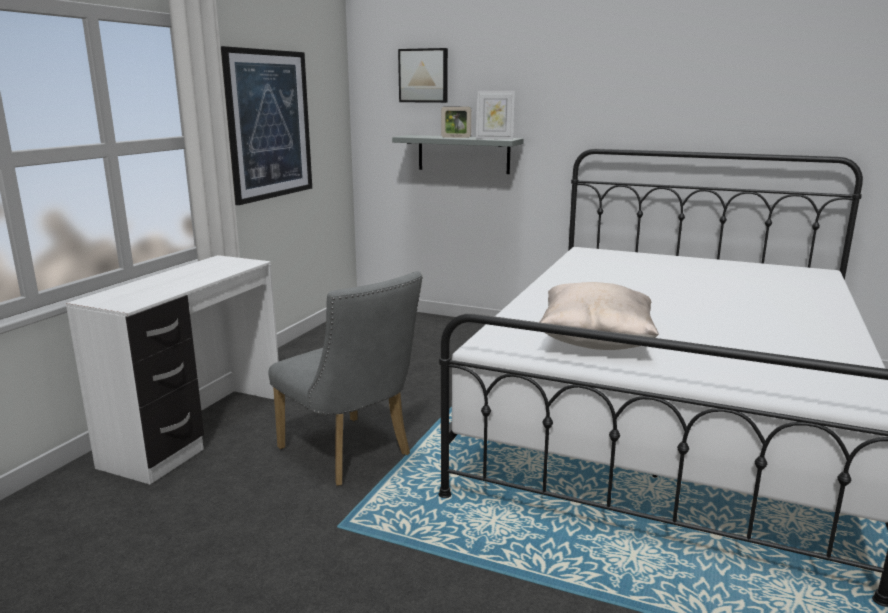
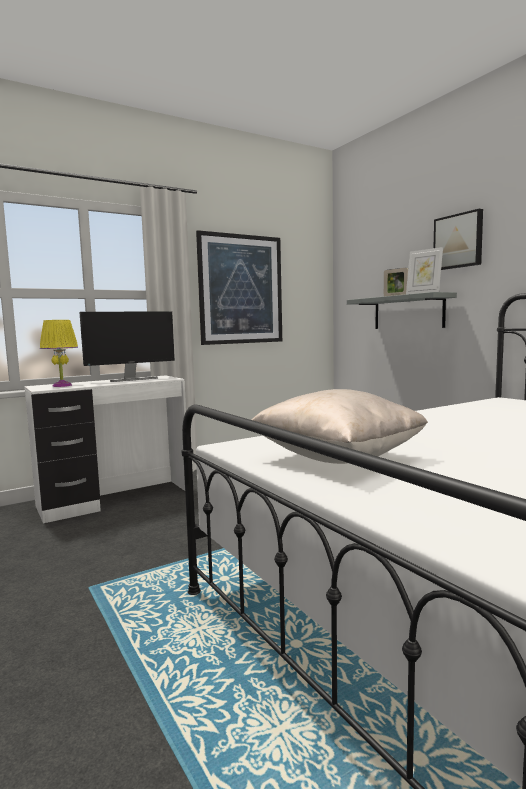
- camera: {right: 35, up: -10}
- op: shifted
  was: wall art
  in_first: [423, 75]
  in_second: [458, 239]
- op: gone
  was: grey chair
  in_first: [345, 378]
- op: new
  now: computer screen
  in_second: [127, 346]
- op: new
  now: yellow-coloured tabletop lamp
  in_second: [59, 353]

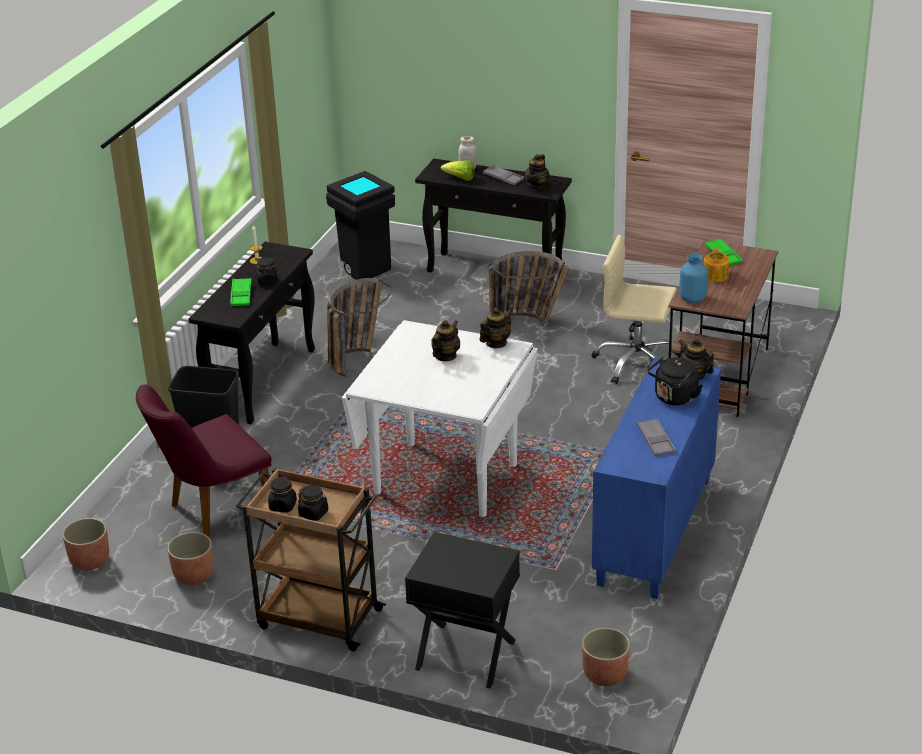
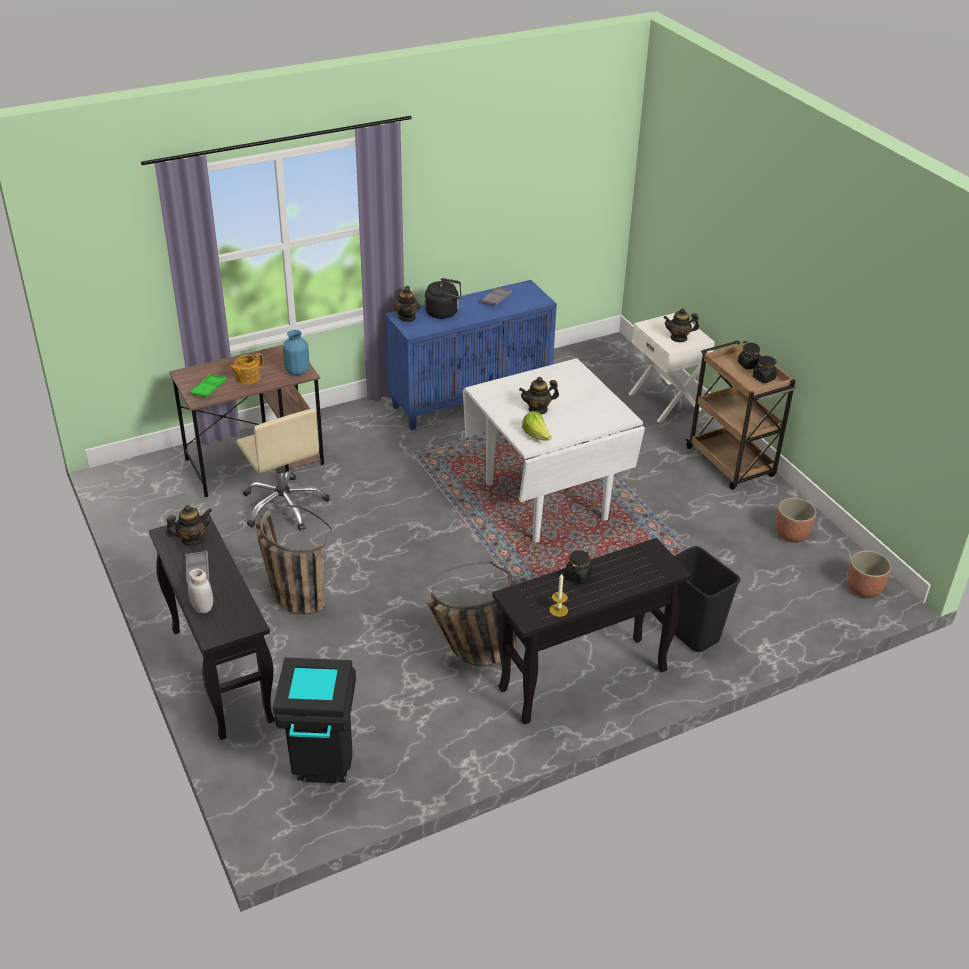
- camera: {right: -140, up: 5}
- op: shifted
  was: lettuce
  in_first: [458, 170]
  in_second: [536, 426]
- op: gone
  was: green carrying tray
  in_first: [241, 292]
- op: shifted
  was: tea pot
  in_first: [496, 327]
  in_second: [681, 325]
- op: gone
  was: purple-coloured chair
  in_first: [204, 461]
- op: repainted
  was: blackish night table
  now: white night table
  in_first: [462, 610]
  in_second: [672, 367]
- op: gone
  was: flower pot
  in_first: [606, 657]

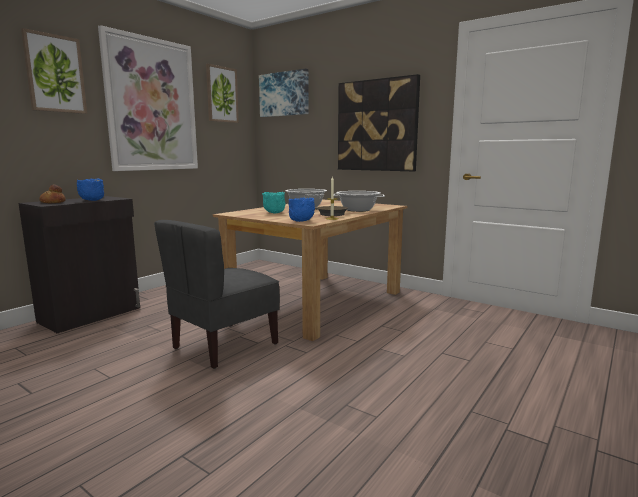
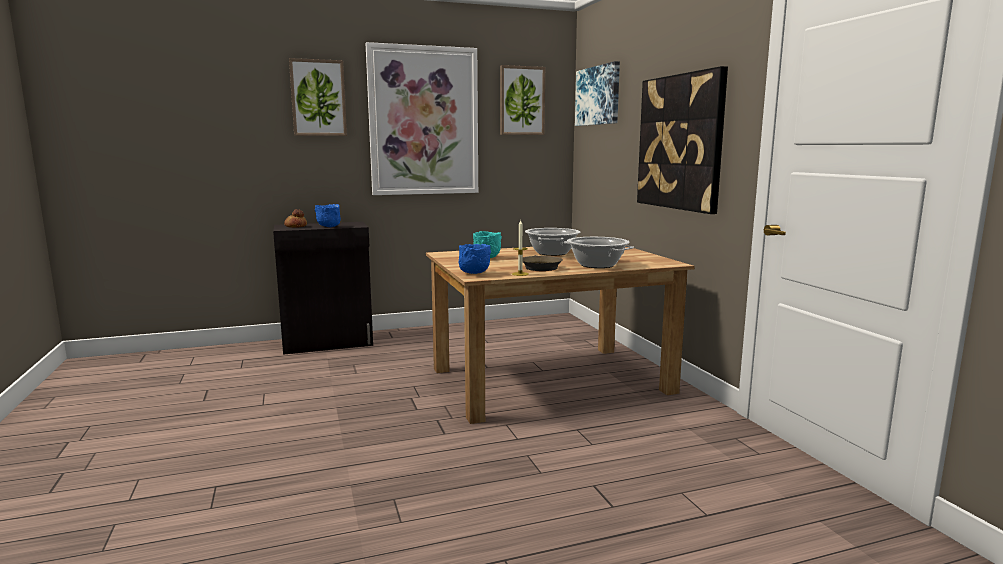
- camera: {right: 35, up: 0}
- op: gone
  was: grey chair
  in_first: [217, 294]

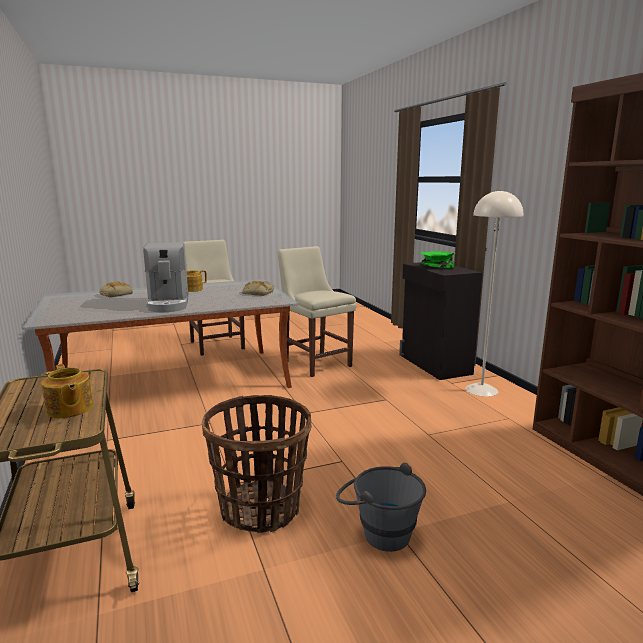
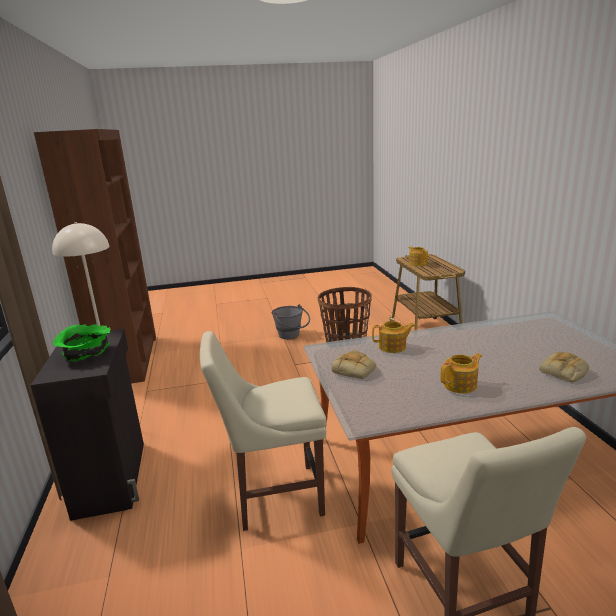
- camera: {right: -170, up: 5}
- op: gone
  was: coffee maker
  in_first: [165, 277]
- op: rotated
  was: sand-coloured chair
  in_first: [317, 311]
  in_second: [263, 431]
  clockwise: 105
- op: new
  now: tea pot
  in_second: [393, 337]

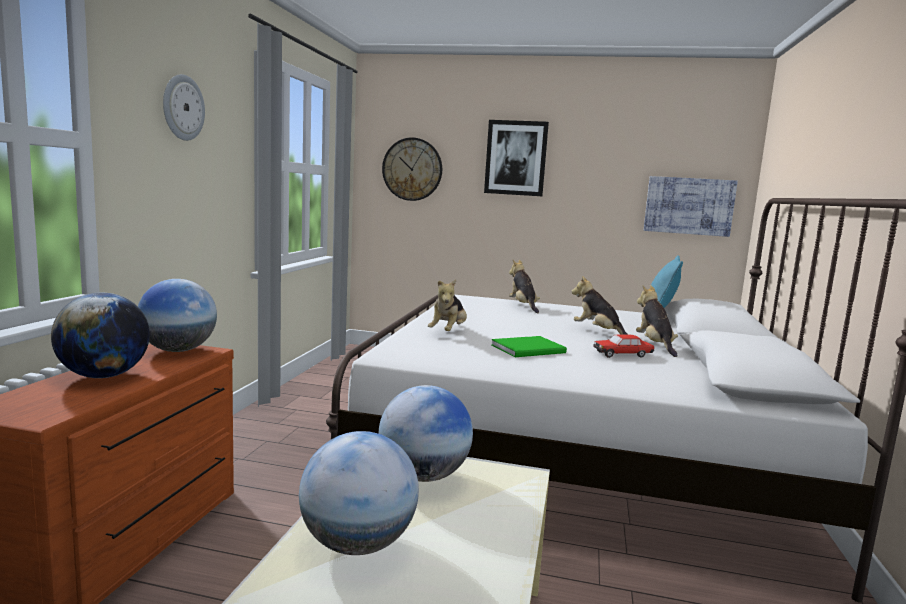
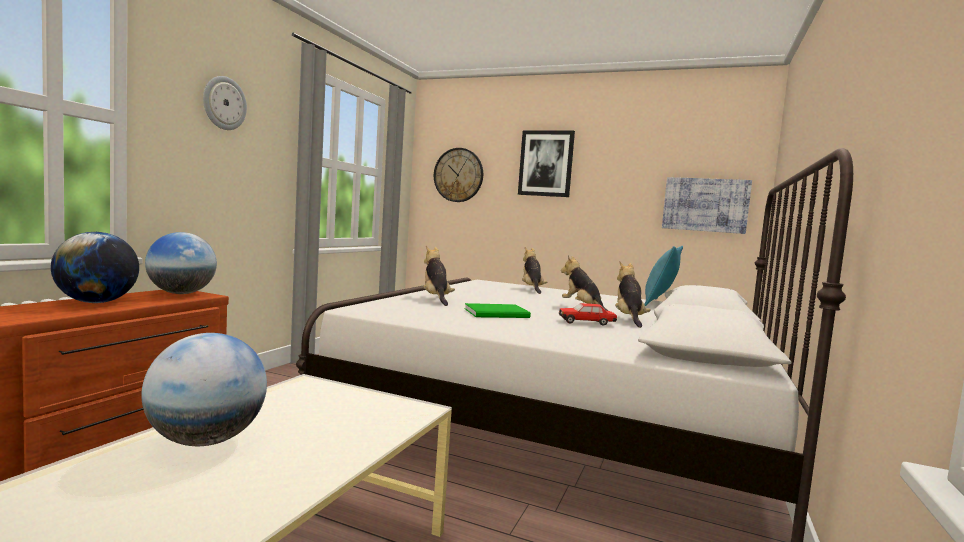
- camera: {right: 10, up: -5}
- op: rotated
  was: plush toy
  in_first: [447, 305]
  in_second: [439, 276]
  clockwise: 135
- op: gone
  was: world globe
  in_first: [426, 433]

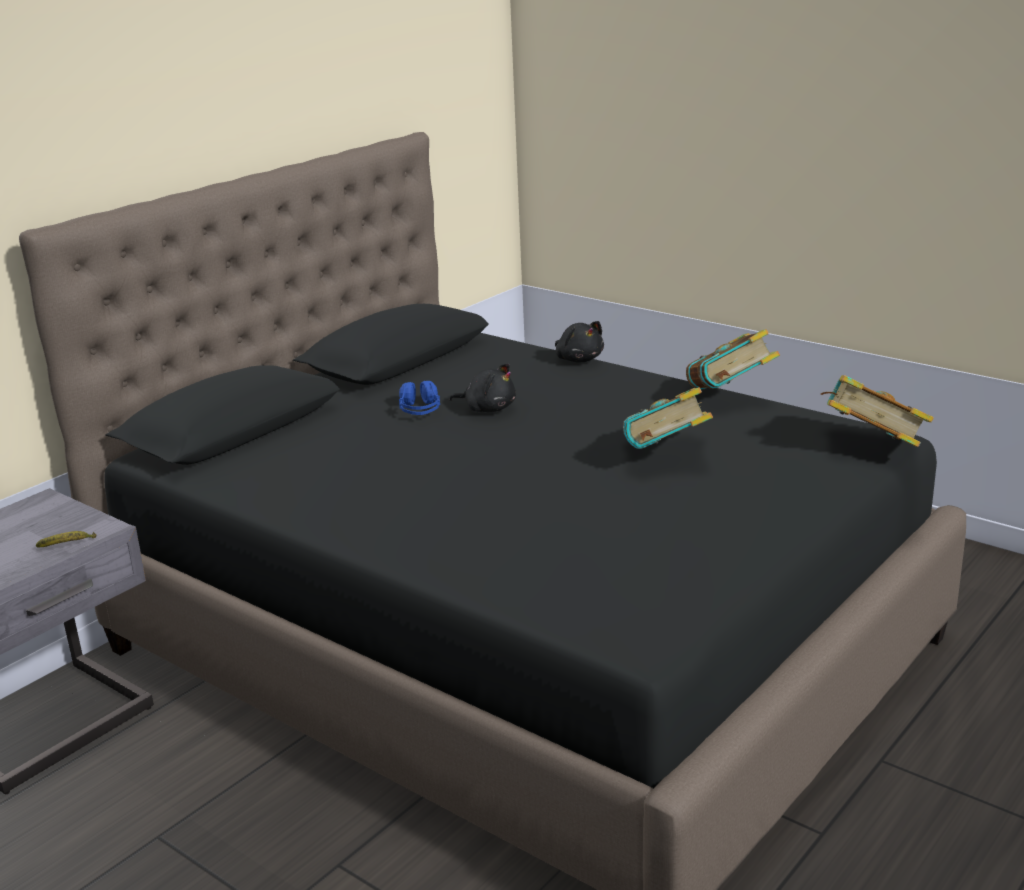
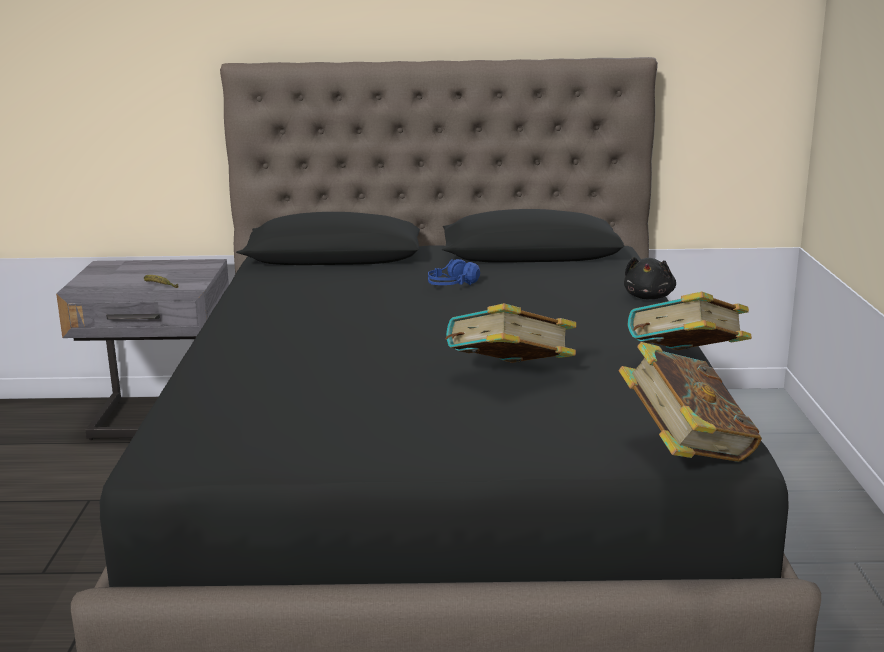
- camera: {right: 50, up: -5}
- op: gone
  was: blackish plush toy
  in_first: [482, 387]

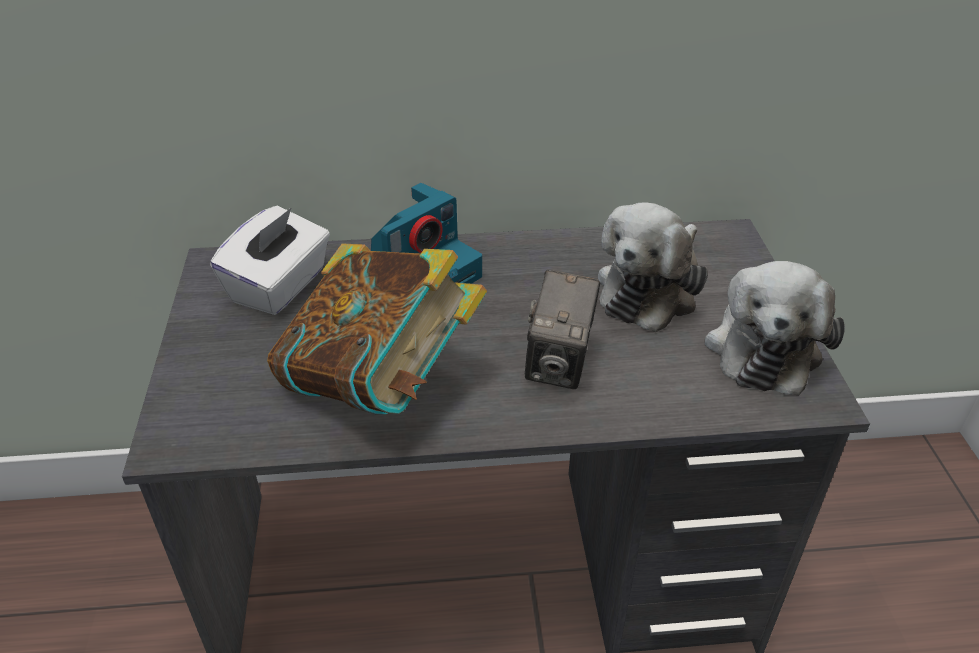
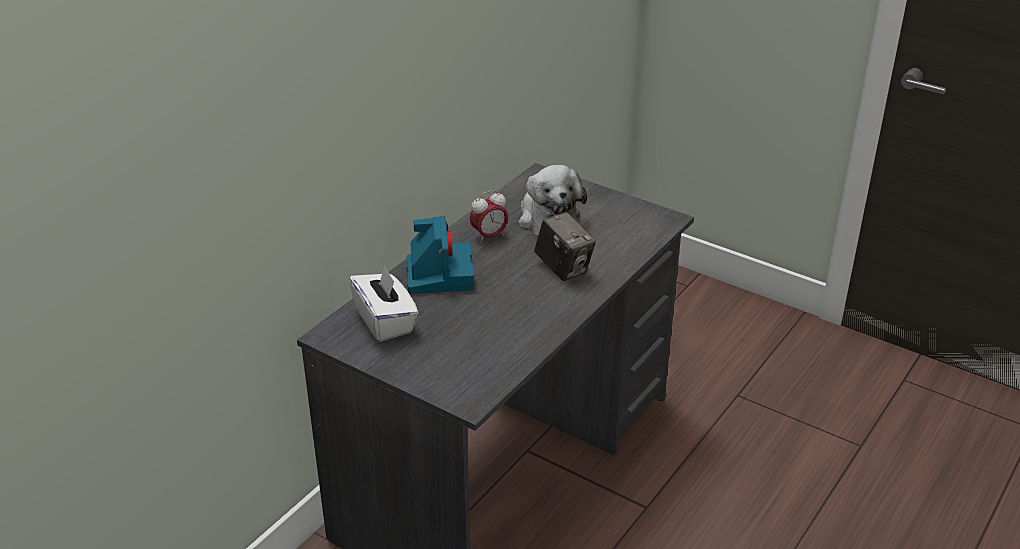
- camera: {right: -50, up: -5}
- op: gone
  was: book
  in_first: [377, 329]
- op: gone
  was: plush toy
  in_first: [774, 328]
- op: new
  now: table clock
  in_second: [489, 216]

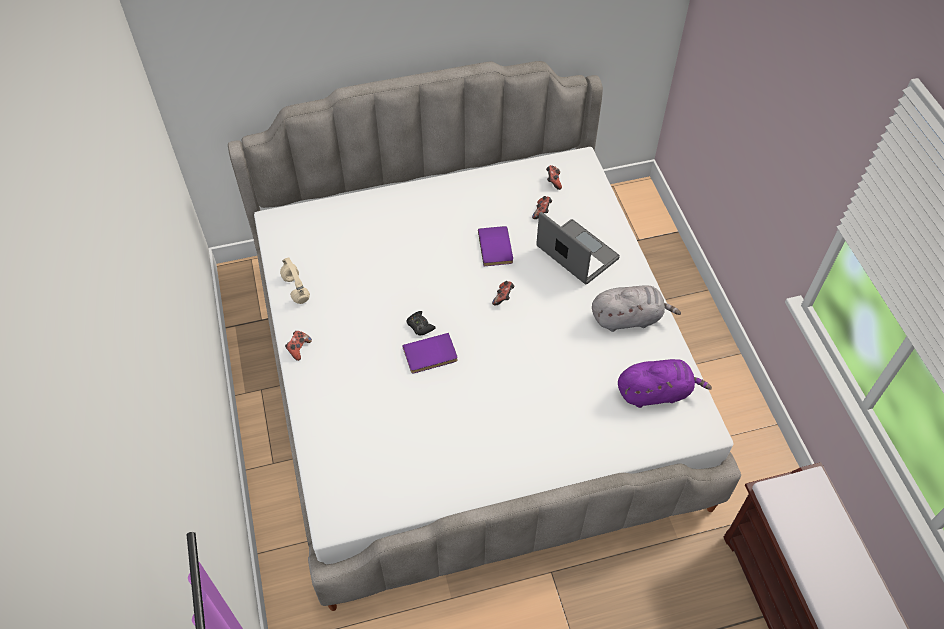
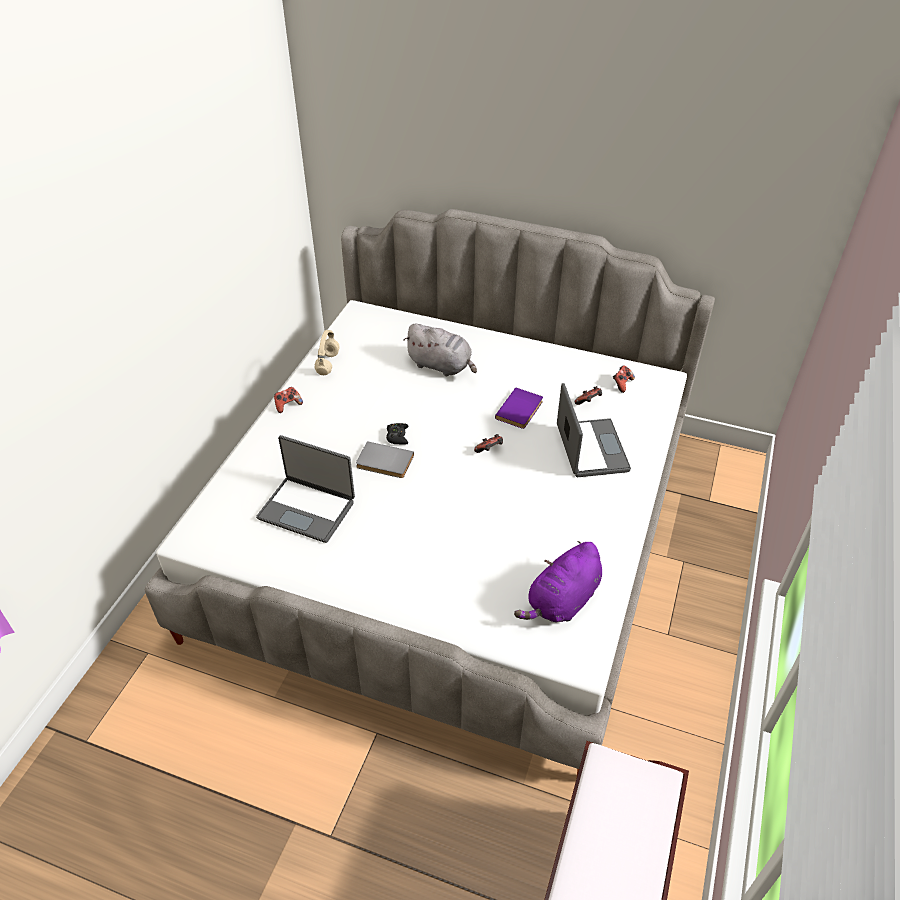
- camera: {right: 35, up: -10}
- op: shifted
  was: grey plush toy
  in_first: [636, 308]
  in_second: [440, 349]
- op: repainted
  was: purple-coloured book
  now: grey book
  in_first: [430, 353]
  in_second: [385, 459]
- op: rotated
  was: purple-coloured plush toy
  in_first: [665, 383]
  in_second: [558, 581]
  clockwise: 105
- op: new
  now: portable computer
  in_second: [305, 489]

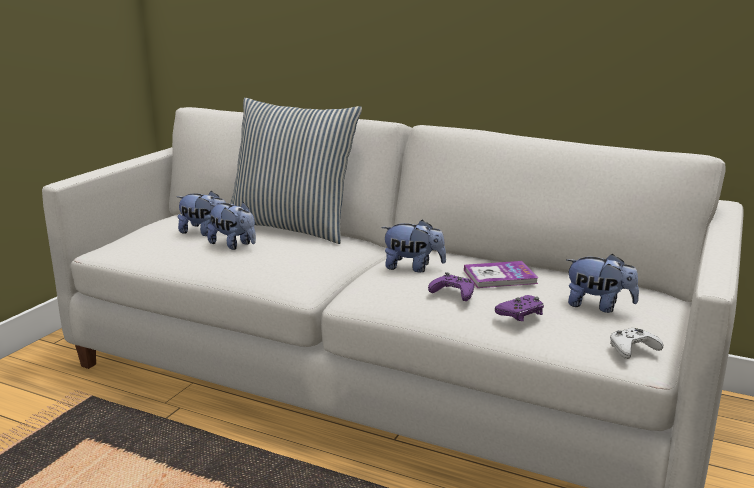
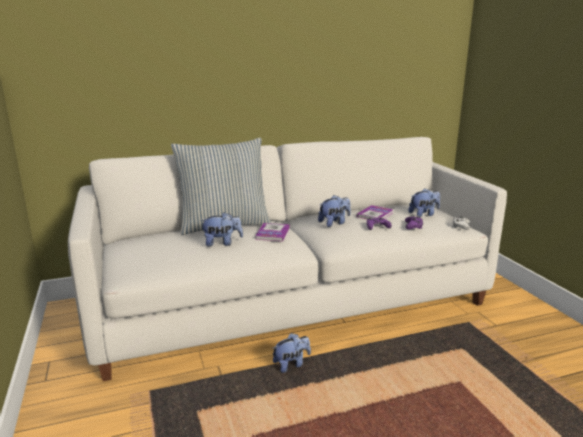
- camera: {right: -45, up: 0}
- op: shifted
  was: plush toy
  in_first: [201, 213]
  in_second: [292, 353]
- op: new
  now: book
  in_second: [272, 232]

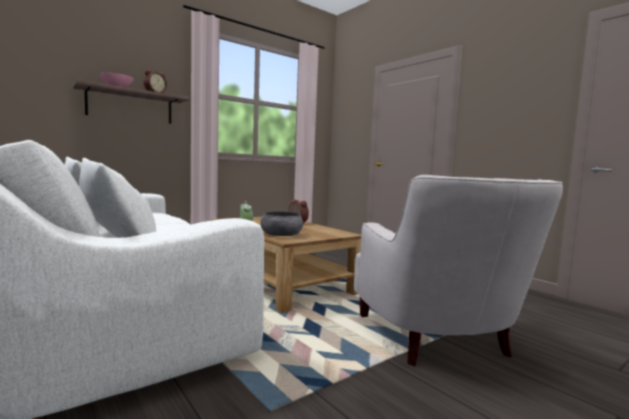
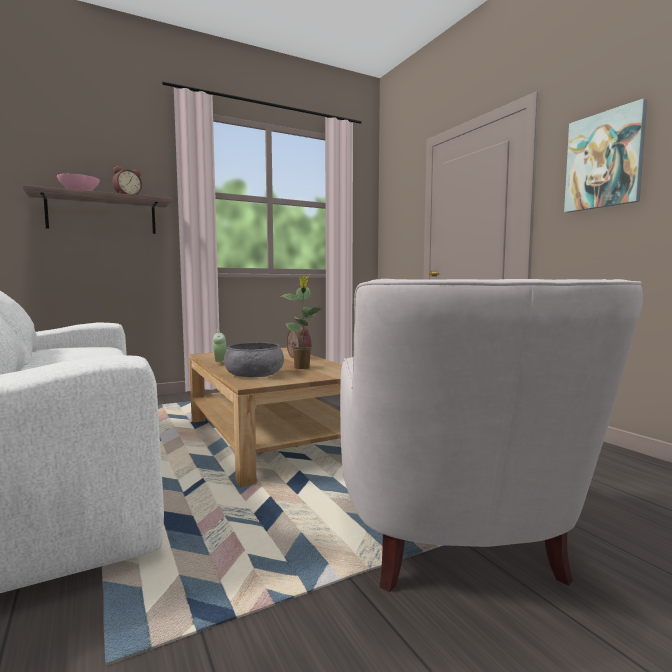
- camera: {right: 10, up: 0}
- op: new
  now: wall art
  in_second: [605, 155]
- op: new
  now: houseplant
  in_second: [301, 322]

